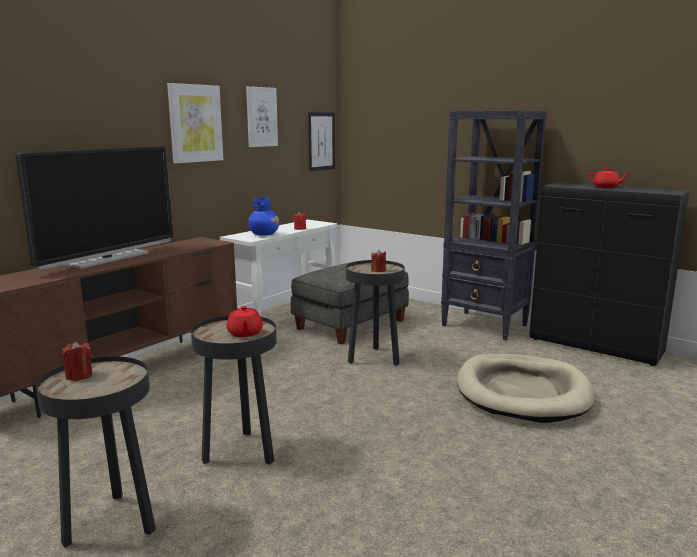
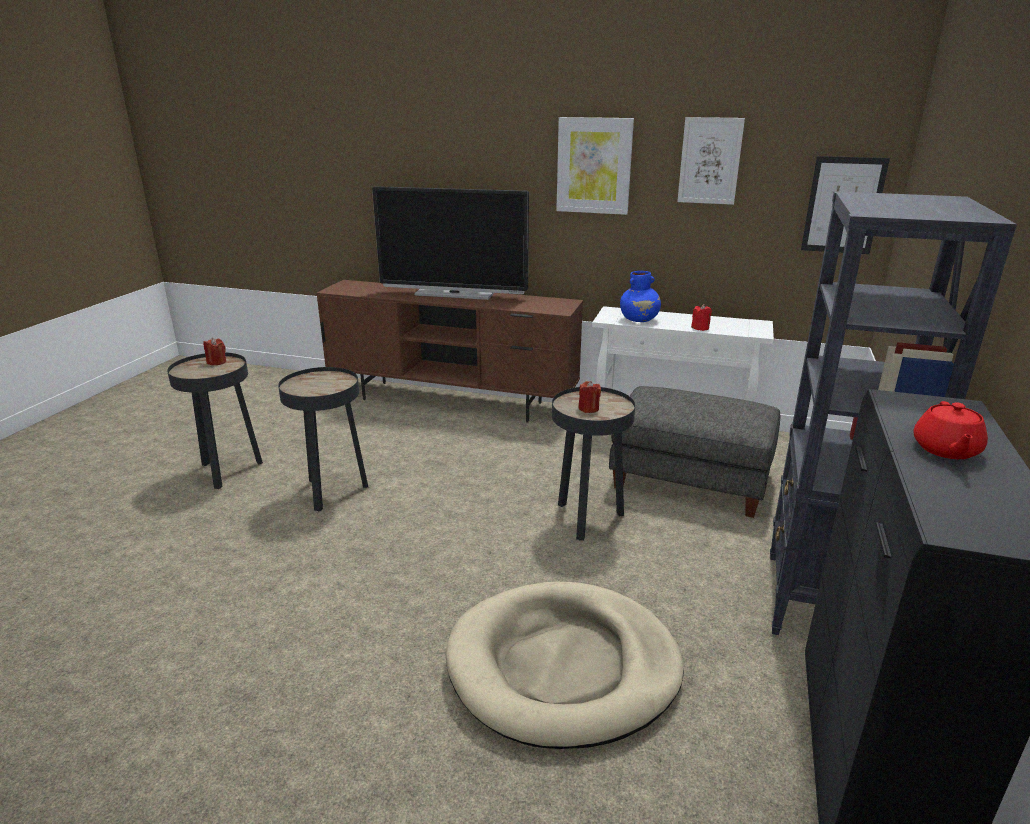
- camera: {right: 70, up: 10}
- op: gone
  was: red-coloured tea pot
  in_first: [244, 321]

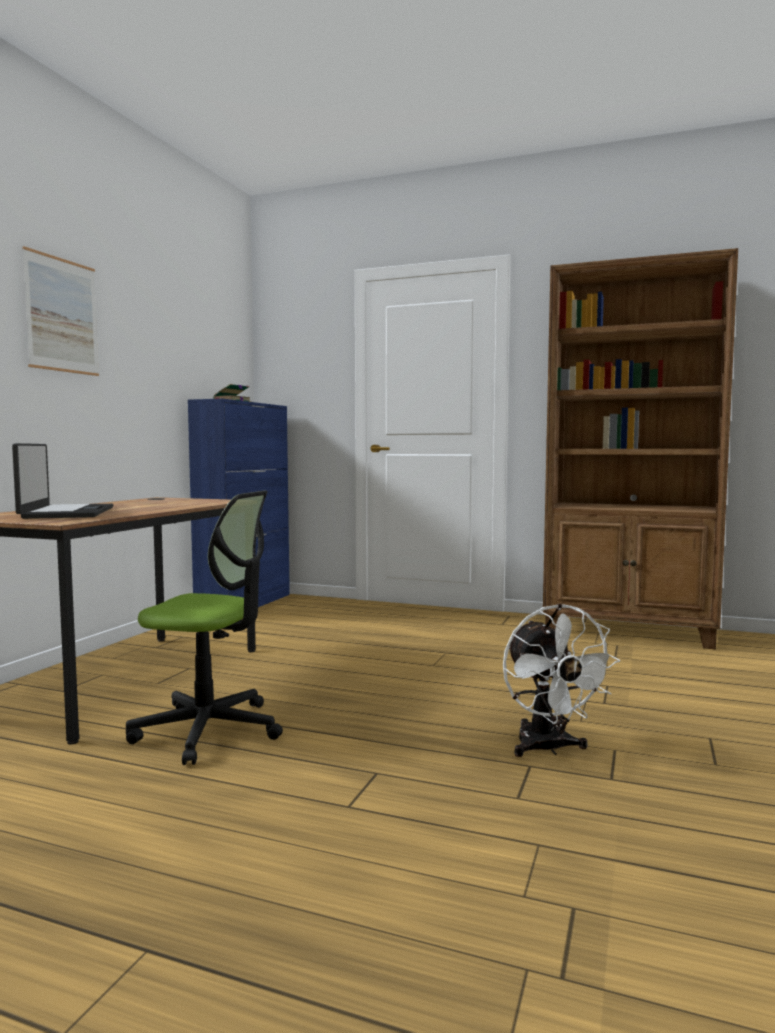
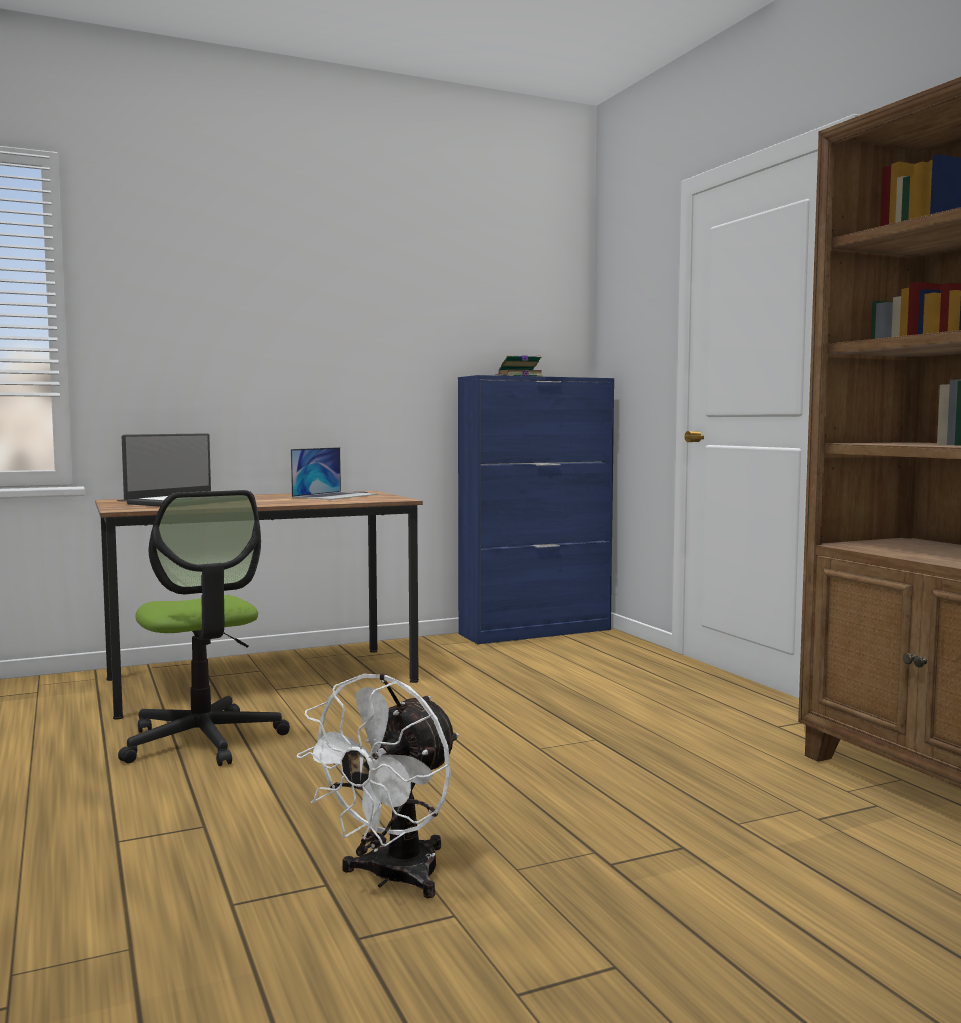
- camera: {right: 45, up: 0}
- op: gone
  was: wall art
  in_first: [60, 311]
- op: new
  now: portable computer
  in_second: [335, 473]

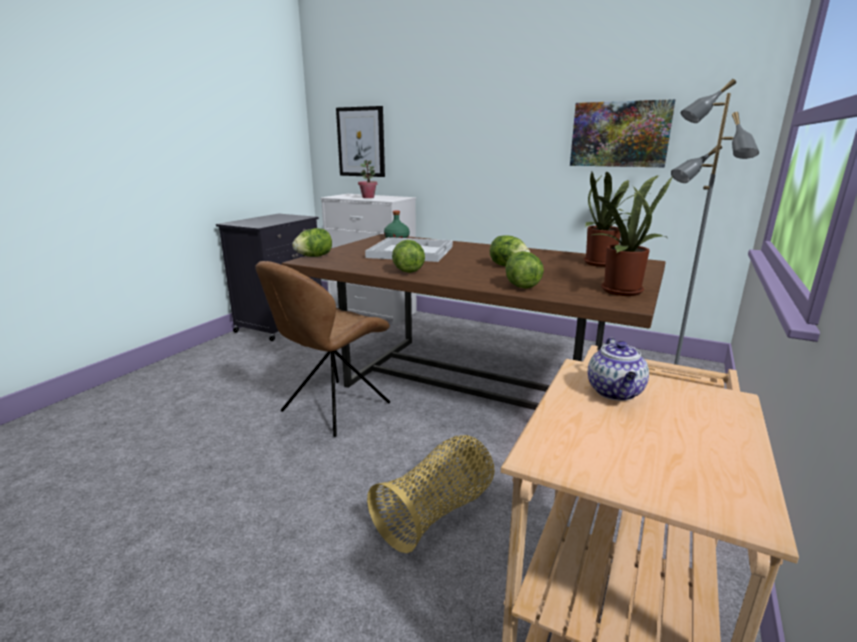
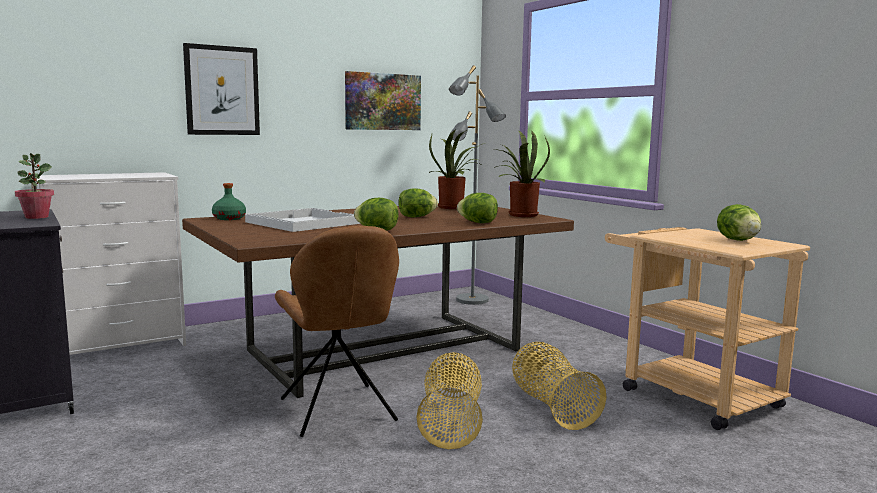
- camera: {right: -60, up: -10}
- op: shifted
  was: wall art
  in_first: [360, 141]
  in_second: [221, 89]
- op: shifted
  was: houseplant
  in_first: [367, 179]
  in_second: [34, 186]
- op: shifted
  was: lettuce
  in_first: [312, 242]
  in_second: [739, 222]
- op: gone
  was: tea pot
  in_first: [618, 369]
- op: new
  now: basket
  in_second: [449, 400]

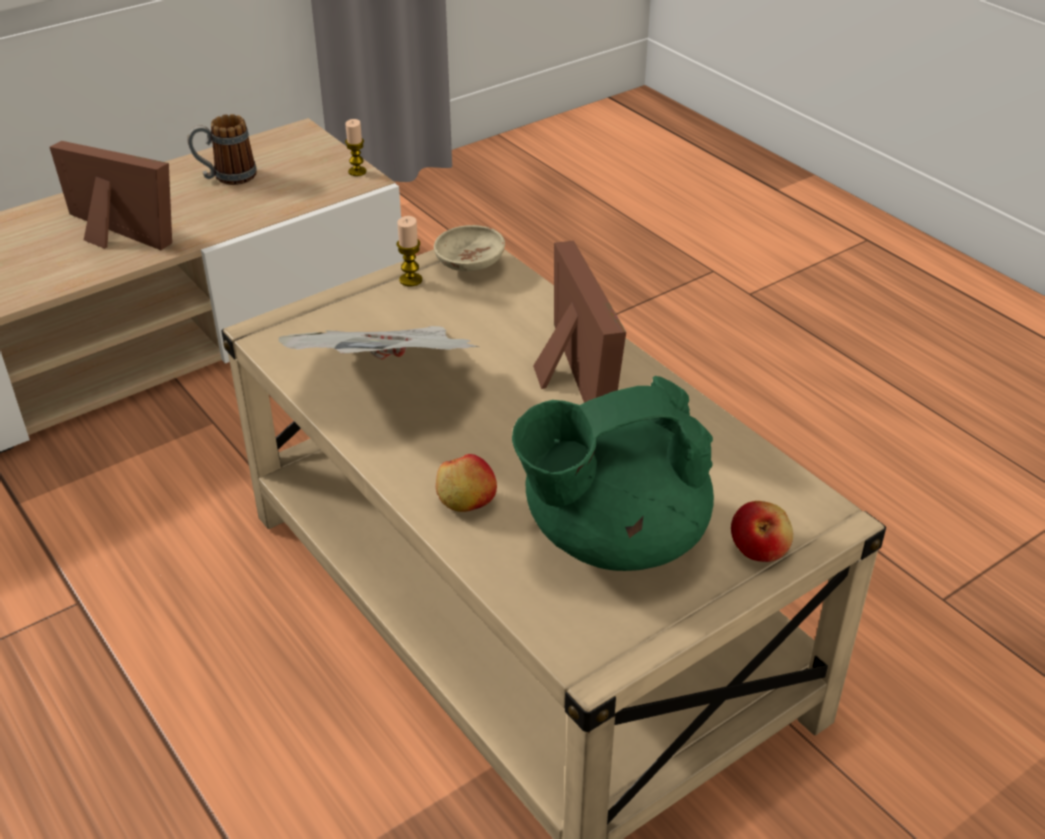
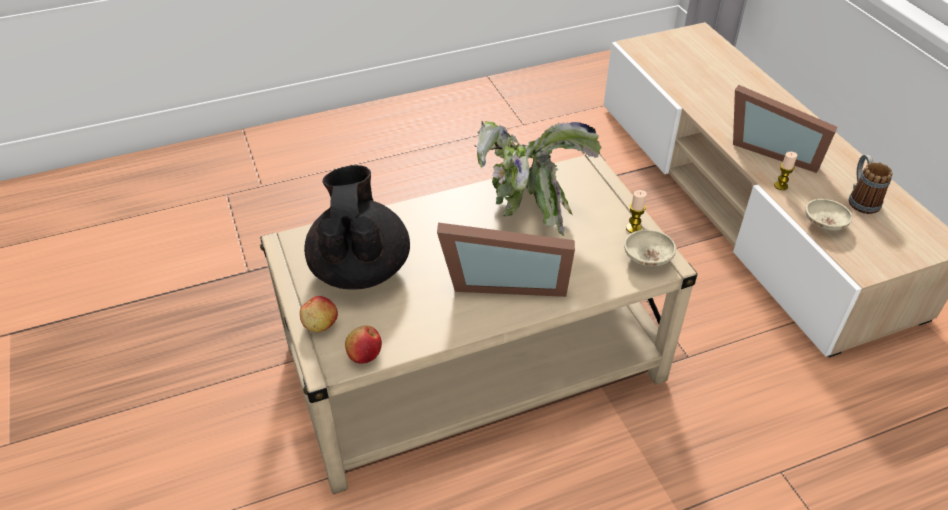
- camera: {right: 105, up: 5}
- op: shifted
  was: wax light
  in_first: [356, 147]
  in_second: [785, 171]
- op: rotated
  was: photo frame
  in_first: [111, 195]
  in_second: [785, 129]
  clockwise: 75
- op: swapped
  was: newspaper
  now: houseplant
  in_first: [378, 343]
  in_second: [538, 178]
- op: repainted
  was: green tea pot
  now: blackish tea pot
  in_first: [613, 473]
  in_second: [357, 227]
- op: shifted
  was: apple
  in_first: [466, 483]
  in_second: [363, 345]
- op: new
  now: sand-coloured bowl
  in_second: [828, 215]

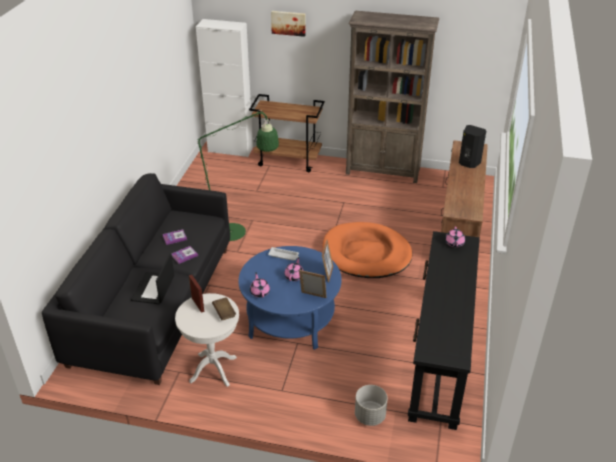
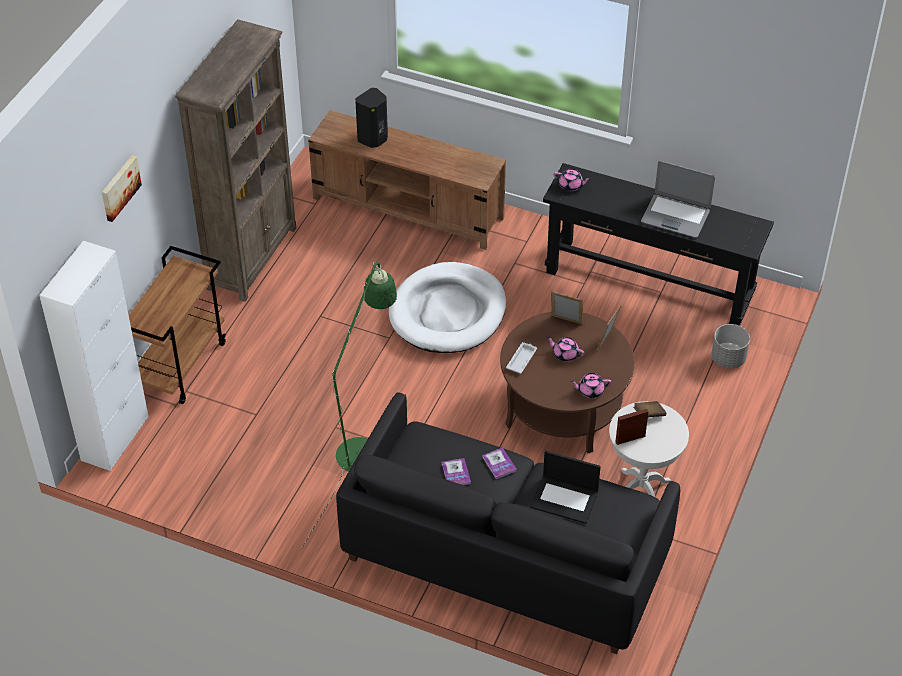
- camera: {right: -80, up: 10}
- op: repainted
  was: orange dog cushion
  now: white dog cushion
  in_first: [367, 250]
  in_second: [447, 307]
- op: repainted
  was: bluish lounge table
  now: brown lounge table
  in_first: [290, 298]
  in_second: [567, 383]
- op: new
  now: portable computer
  in_second: [678, 199]

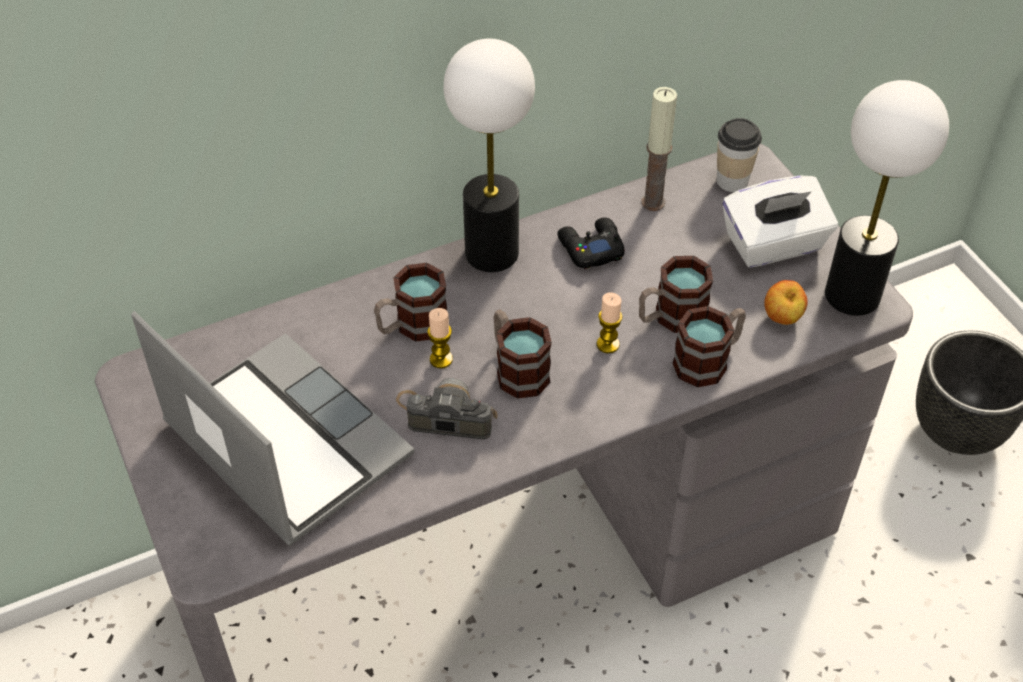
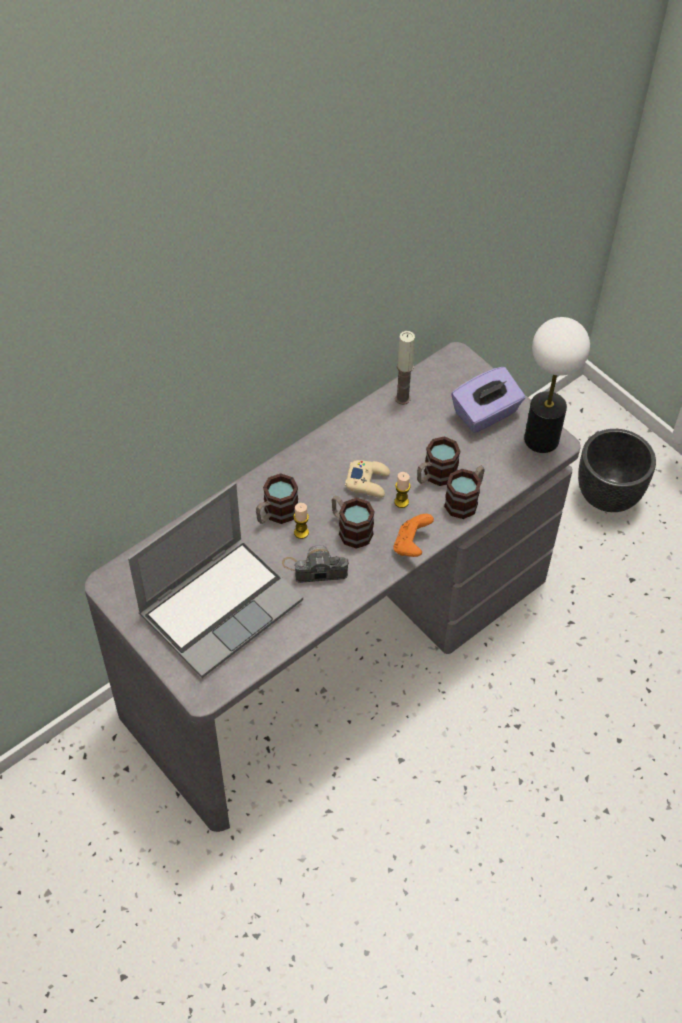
- camera: {right: -15, up: 5}
- op: gone
  was: tabletop lamp
  in_first: [489, 155]
- op: gone
  was: drinking cup
  in_first: [739, 155]
- op: repainted
  was: white tissue box
  now: purple-coloured tissue box
  in_first: [780, 221]
  in_second: [488, 400]
- op: gone
  was: blackish gamepad
  in_first: [591, 243]
- op: gone
  was: apple
  in_first: [786, 302]
- op: rotated
  was: portable computer
  in_first: [273, 429]
  in_second: [215, 580]
  clockwise: 105
- op: new
  now: sand-coloured gamepad
  in_second: [367, 479]
- op: new
  now: orange gamepad
  in_second: [413, 535]

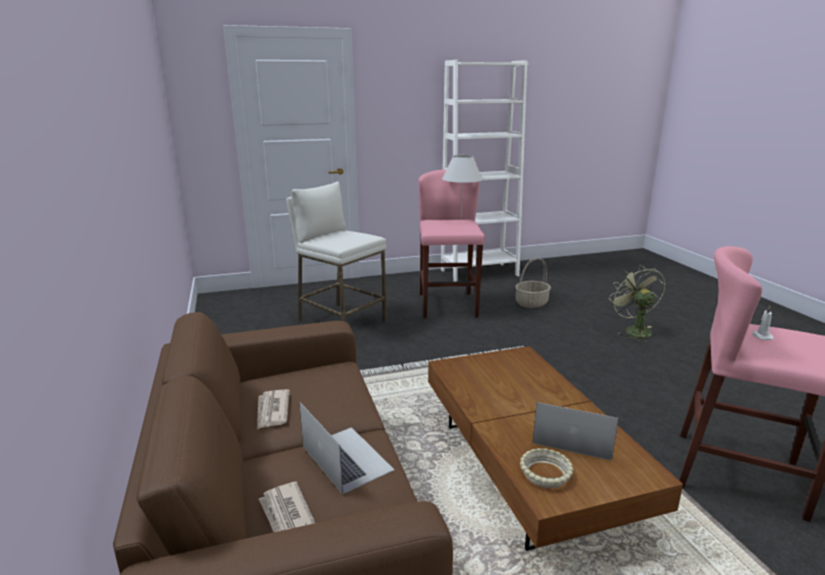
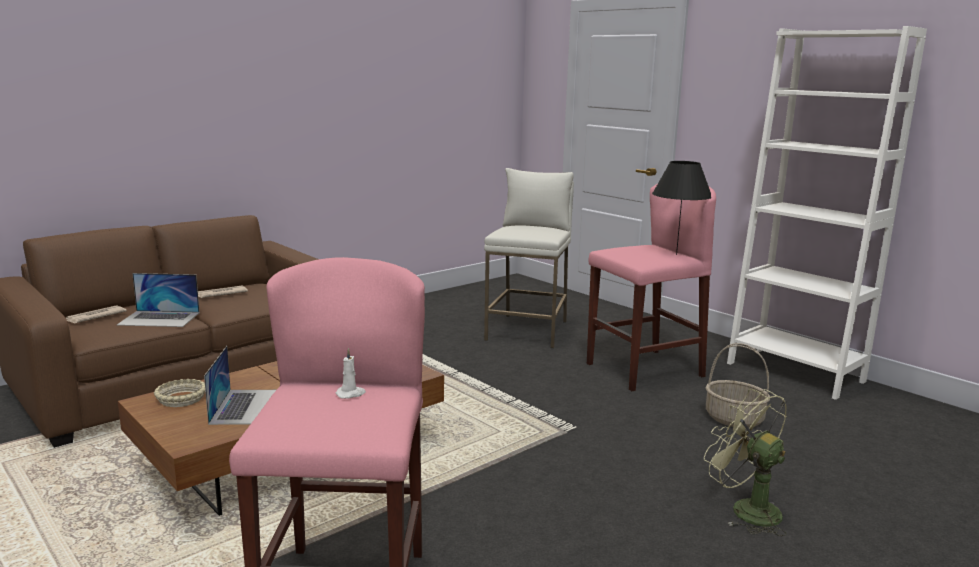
- camera: {right: 65, up: -5}
- op: repainted
  was: white tabletop lamp
  now: blackish tabletop lamp
  in_first: [462, 185]
  in_second: [681, 208]
- op: rotated
  was: green electric fan
  in_first: [637, 303]
  in_second: [745, 462]
  clockwise: -90
- op: rotated
  was: portable computer
  in_first: [346, 448]
  in_second: [158, 300]
  clockwise: 60

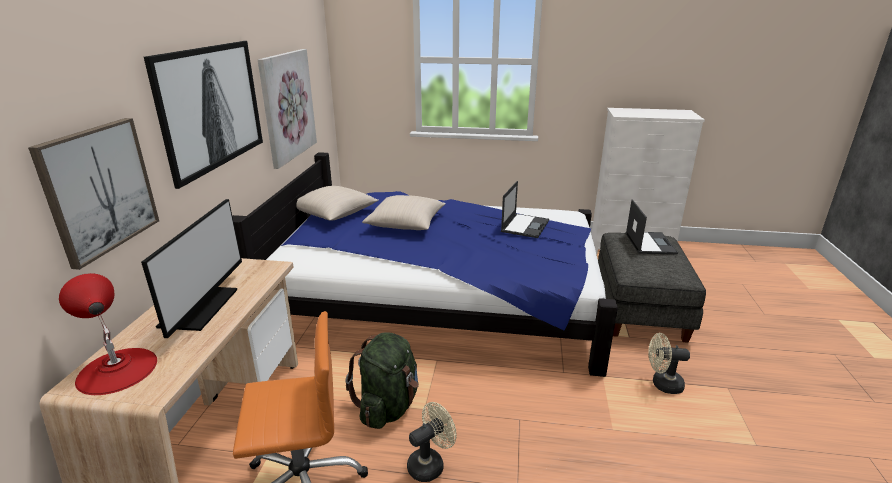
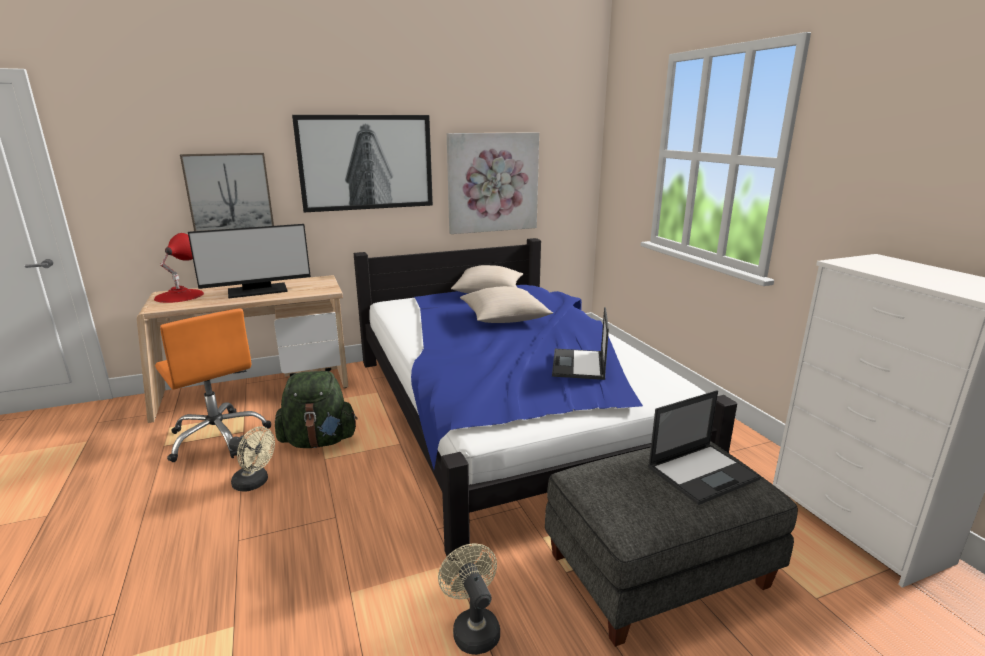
- camera: {right: 60, up: -5}
- op: rotated
  was: portable computer
  in_first: [525, 209]
  in_second: [580, 343]
  clockwise: 105

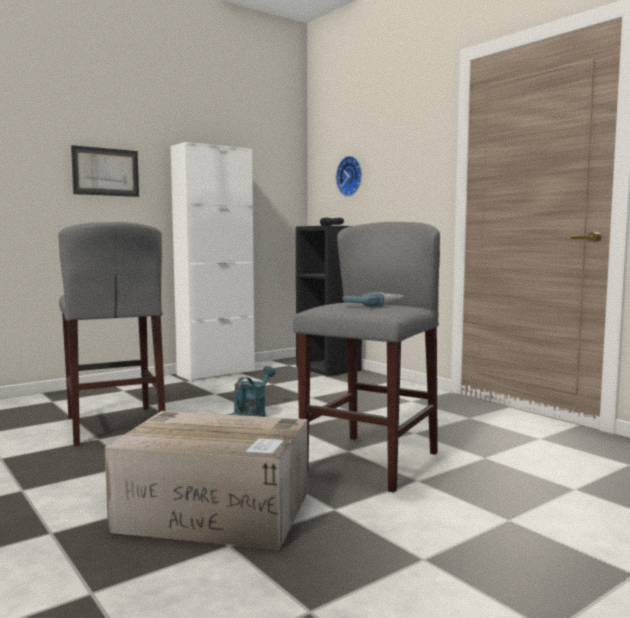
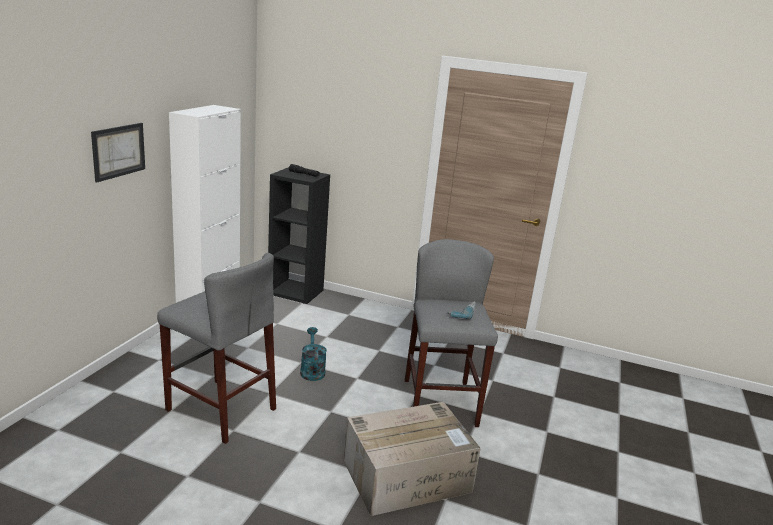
- camera: {right: -35, up: 15}
- op: gone
  was: hanging clock
  in_first: [349, 176]

